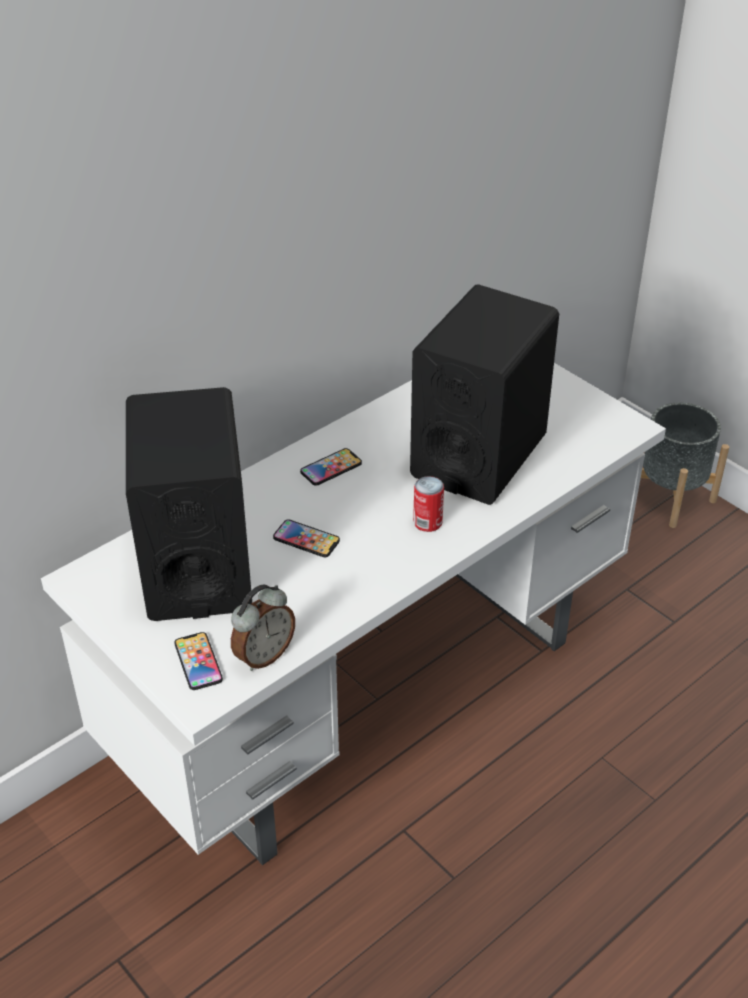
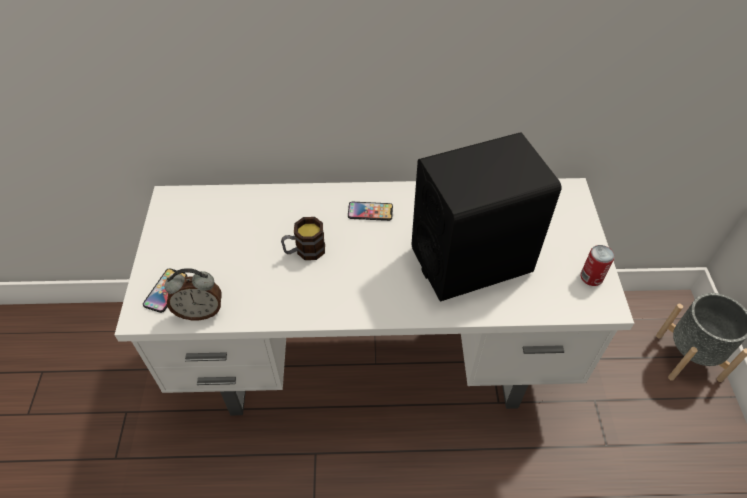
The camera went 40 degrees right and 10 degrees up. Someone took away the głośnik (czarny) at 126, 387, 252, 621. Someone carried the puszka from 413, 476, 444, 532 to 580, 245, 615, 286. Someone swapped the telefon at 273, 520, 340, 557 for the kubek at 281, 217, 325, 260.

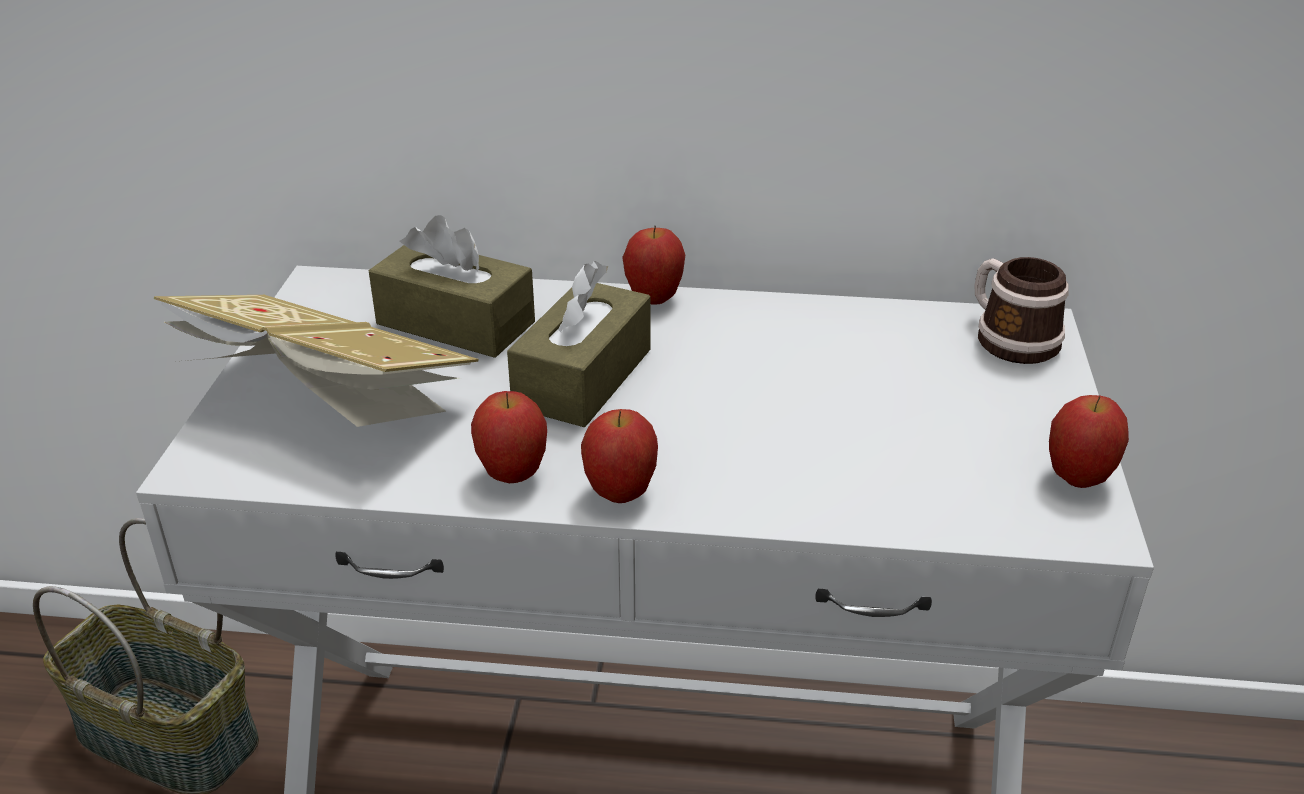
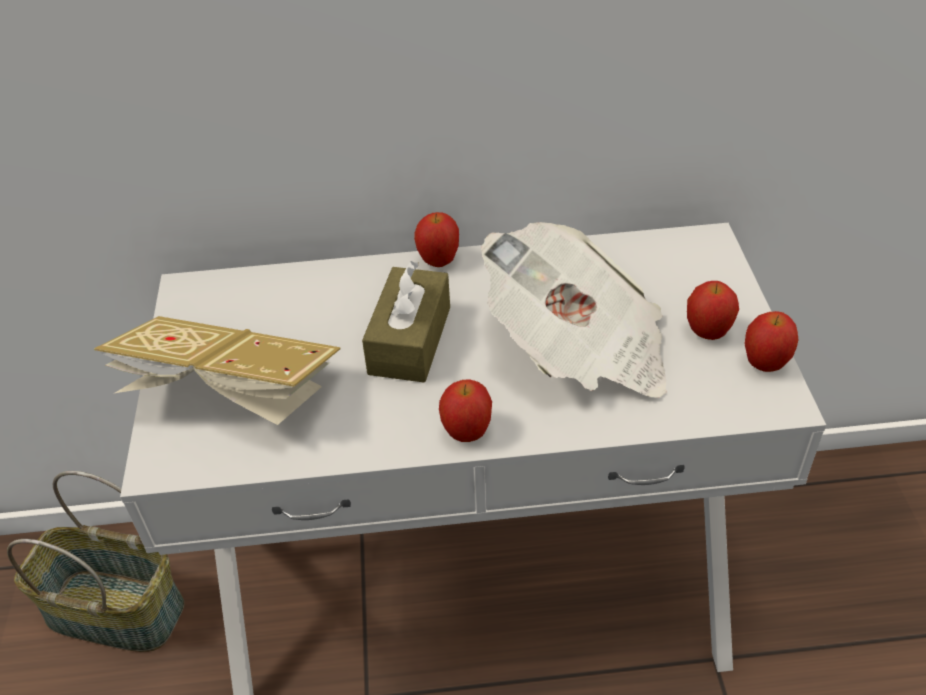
The camera went 10 degrees left and 10 degrees up. Someone took away the pudełko chusteczek (brązowy) at 369, 215, 535, 358. Someone took away the kubek at 974, 257, 1069, 364. Someone carried the jabłko from 471, 391, 547, 483 to 687, 281, 739, 340. Someone put down the gazeta at 481, 222, 667, 398.

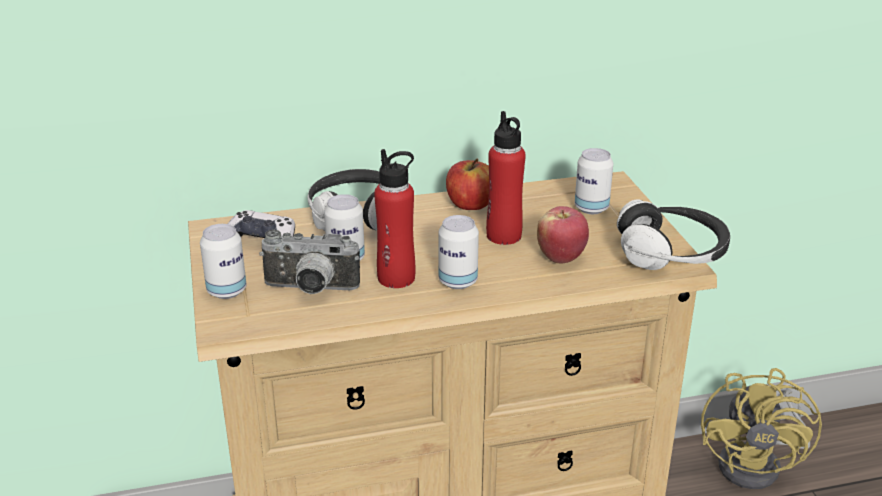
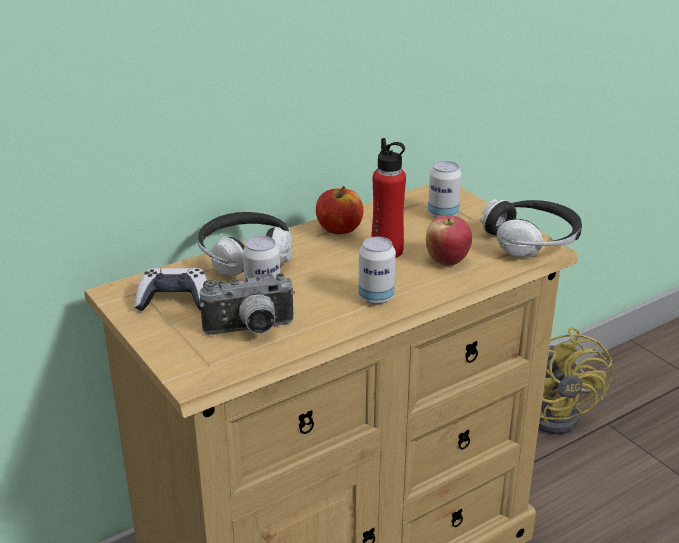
The camera went 20 degrees left and 0 degrees up. Someone took away the butelka (czerwony) at 374, 149, 416, 288. Someone took away the puszka at 200, 224, 246, 299.

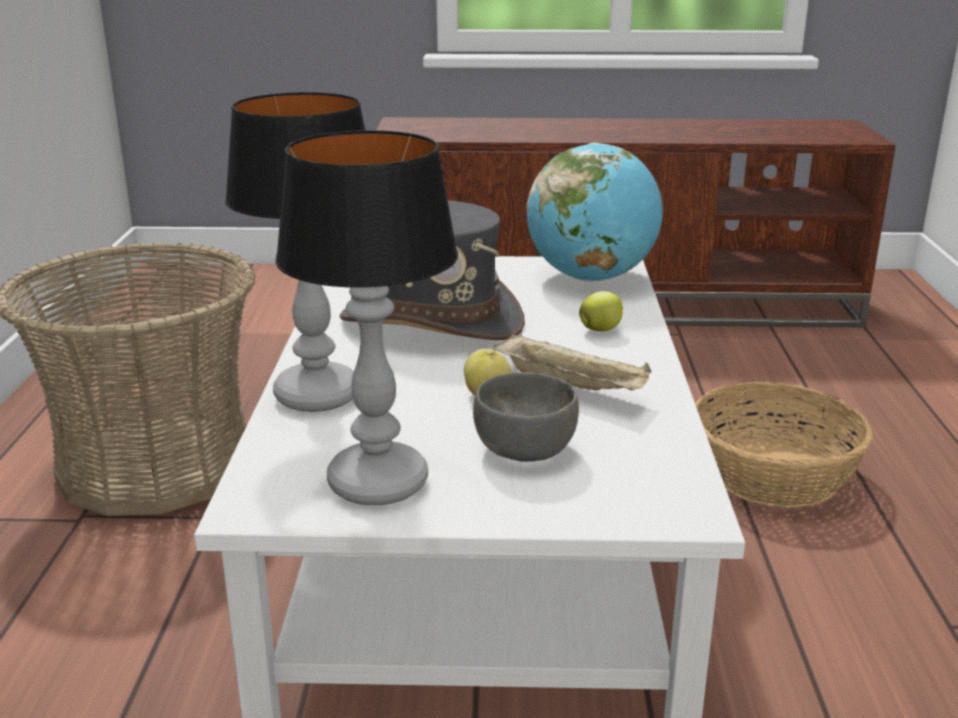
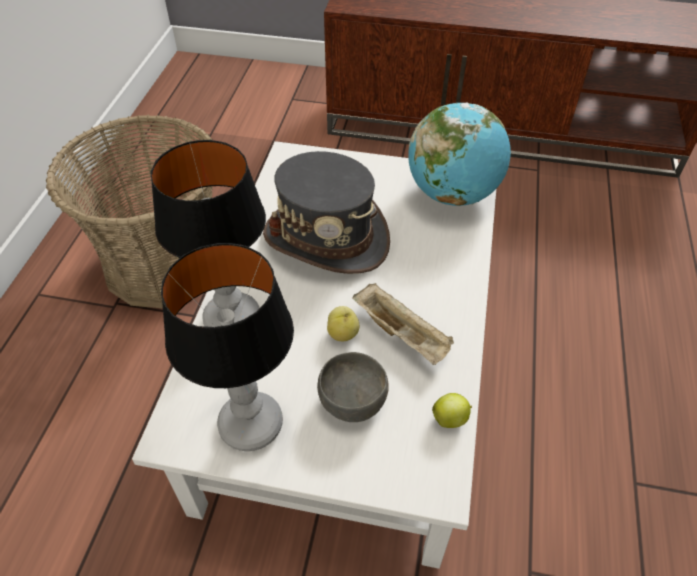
The camera went 10 degrees right and 25 degrees up. Someone carried the jabłko from 579, 291, 623, 332 to 432, 393, 472, 428. Someone took away the koszyk at 695, 381, 873, 508.

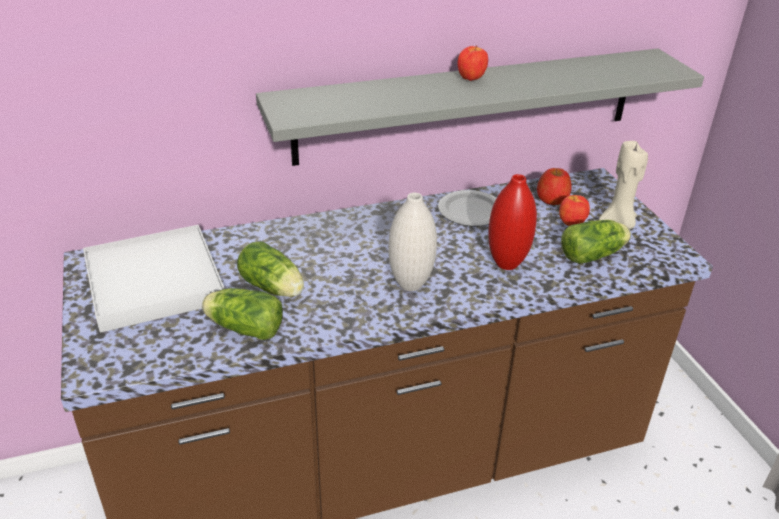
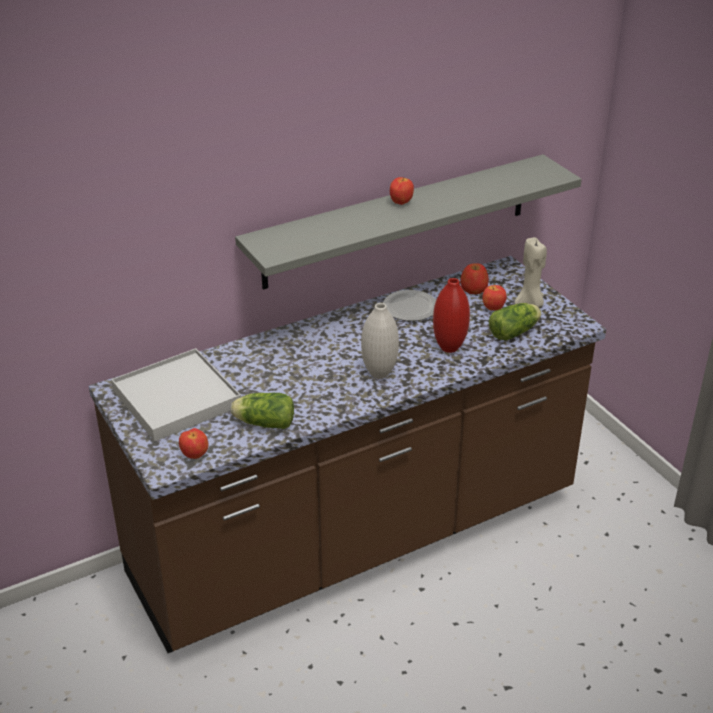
The camera went 10 degrees left and 0 degrees up. Someone took away the sałata at 237, 242, 304, 297. Someone put down the jabłko at 179, 428, 209, 459.

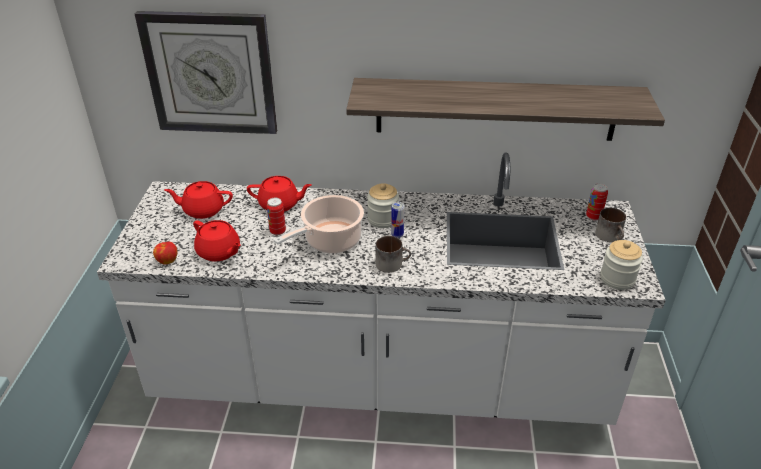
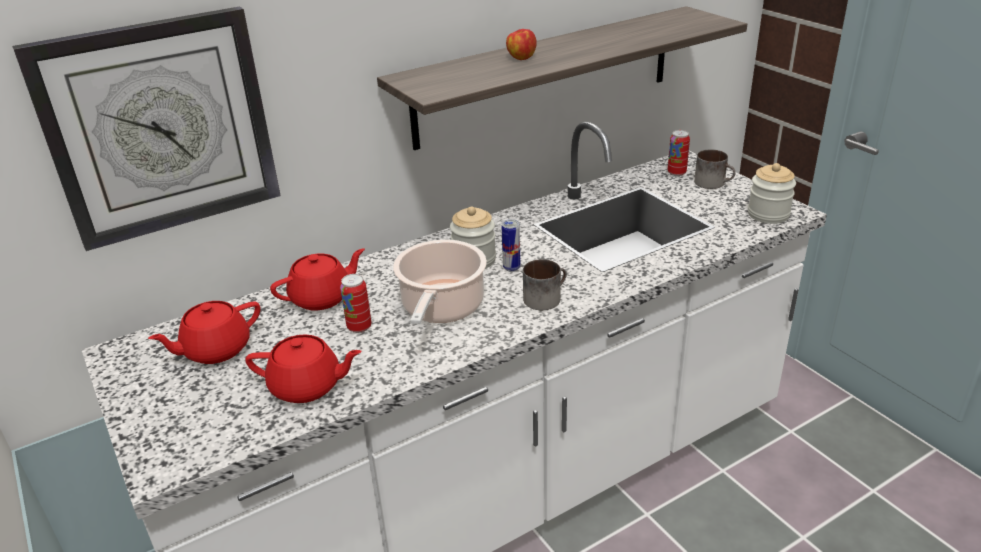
The camera went 35 degrees left and 5 degrees down. Someone carried the jabłko from 153, 242, 177, 265 to 506, 29, 537, 60.

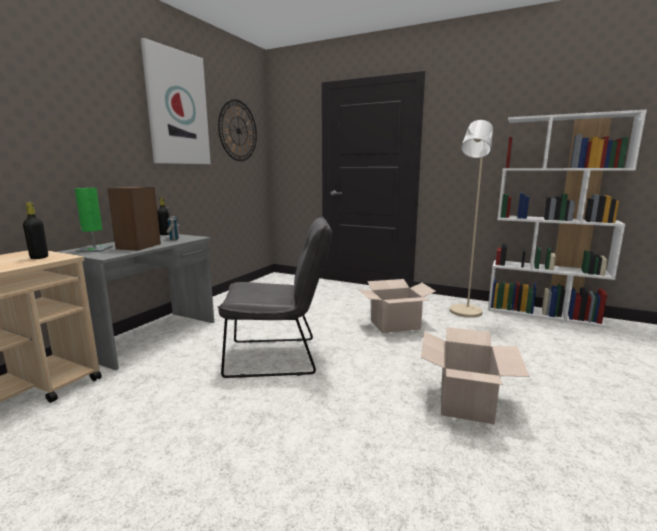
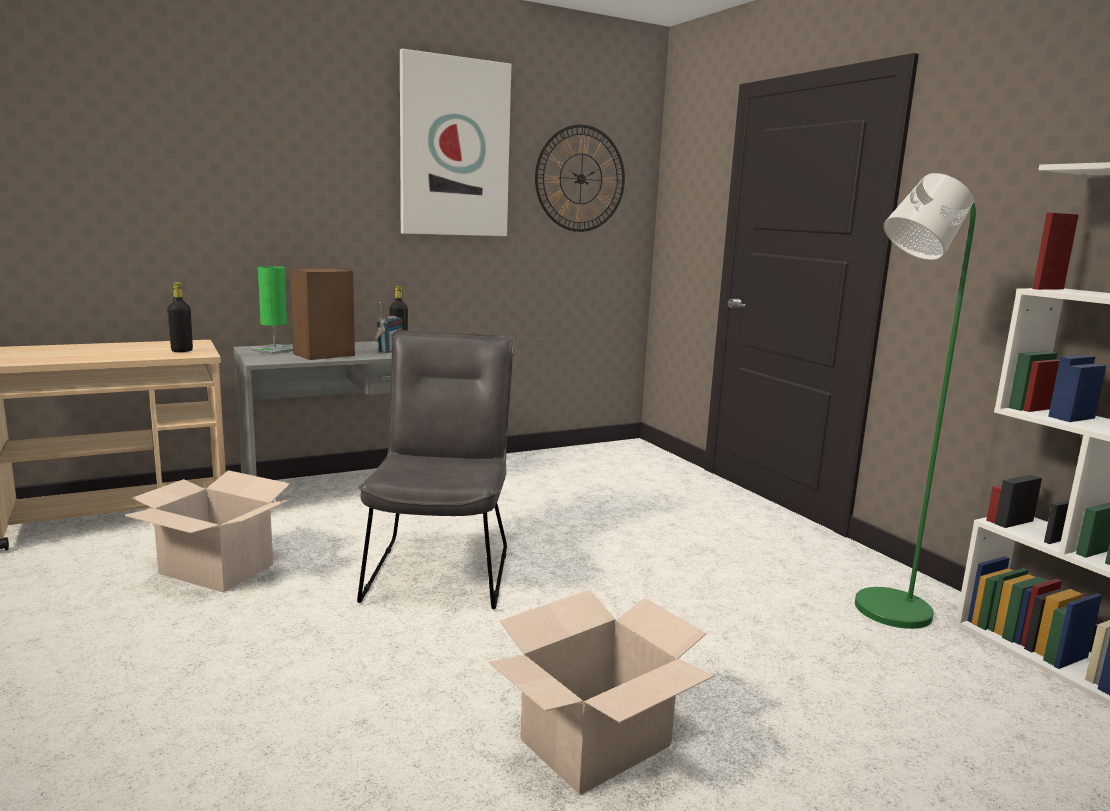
The camera went 35 degrees right and 0 degrees up. Someone repainted the lampa stojąca (beżowy) at 450, 120, 493, 318, which became the lampa stojąca (zielony) at 855, 173, 976, 629. Someone rotated the krzesło (szary) at 217, 216, 332, 378 by 120 degrees counterclockwise. Someone carried the karton from 358, 279, 436, 333 to 124, 470, 291, 592.

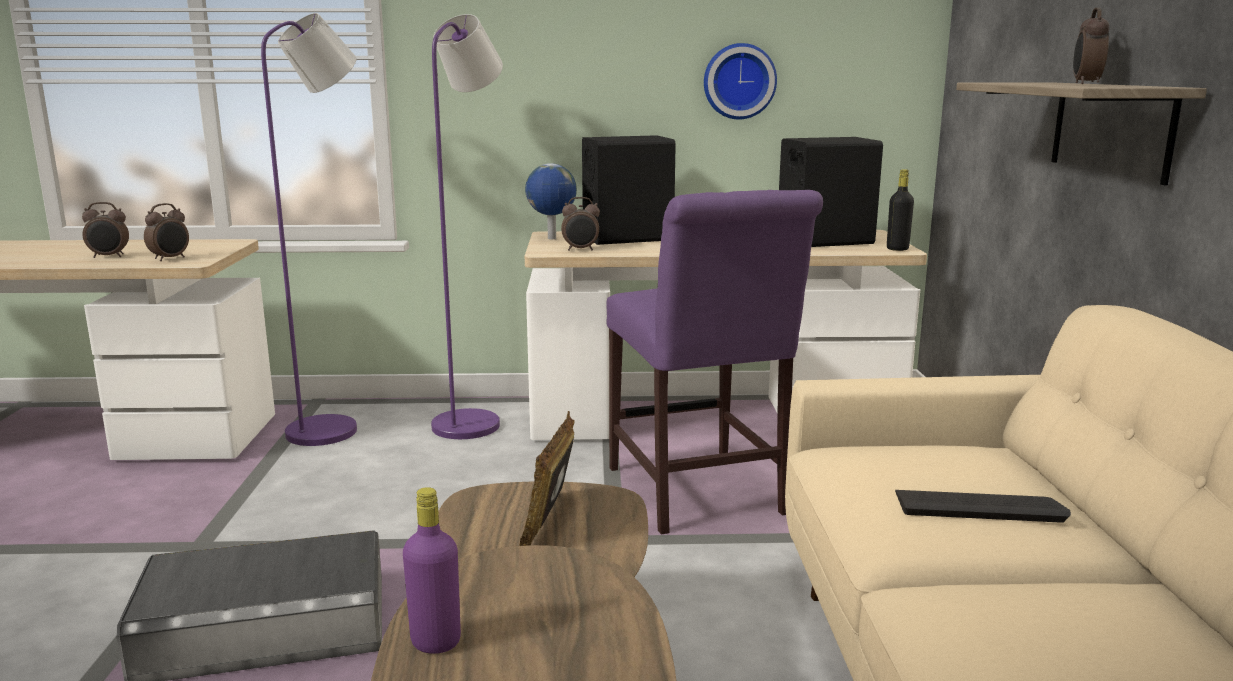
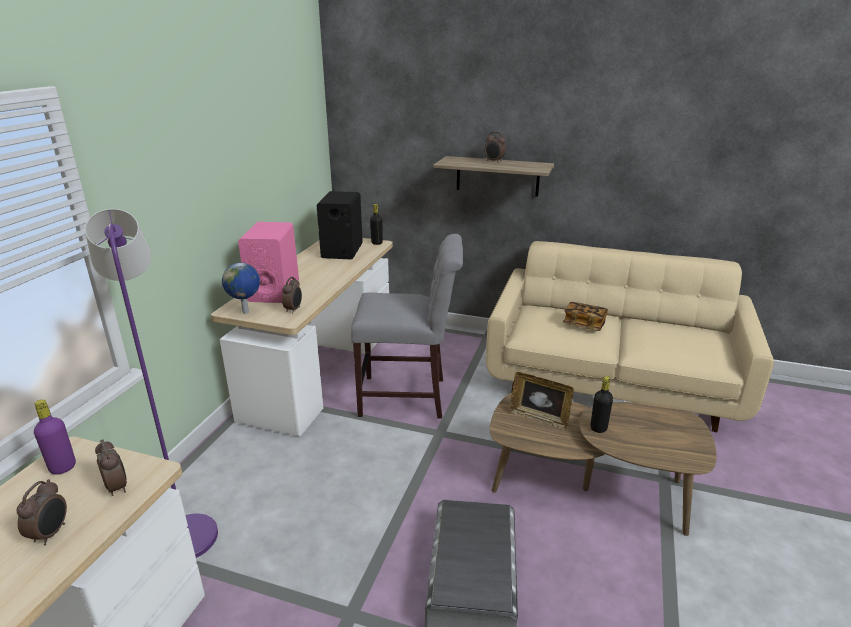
The camera went 70 degrees left and 10 degrees up. Someone took away the lampa stojąca (fioletowy) at 431, 14, 503, 439. Someone took away the zegar ścienny at 704, 43, 777, 119. Someone repainted the głośnik (czarny) at 582, 135, 676, 245, which became the głośnik (różowy) at 238, 222, 299, 303. Someone repainted the krzesło (fioletowy) at 606, 190, 823, 534, which became the krzesło (szary) at 351, 234, 463, 419. Someone carried the butelka (fioletowy) from 403, 487, 461, 654 to 34, 400, 76, 475. Someone swapped the klawiatura at 895, 490, 1071, 523 for the książka at 563, 302, 608, 331. Someone put down the butelka (czarny) at 590, 376, 613, 433.

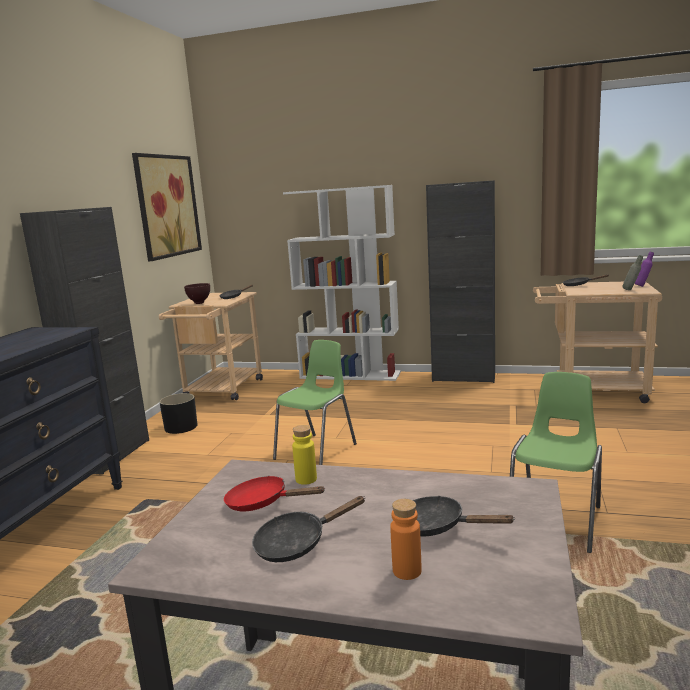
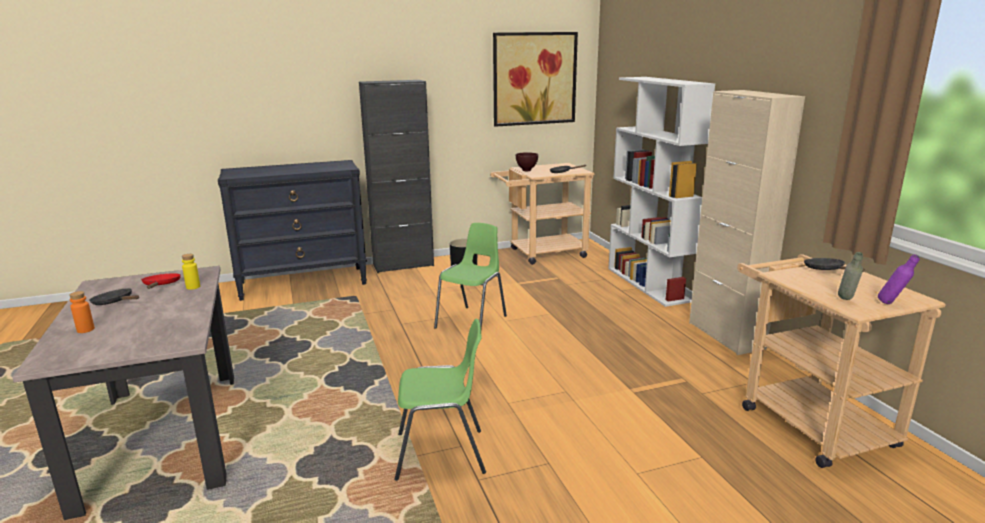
The camera went 55 degrees right and 5 degrees up. Someone repainted the szafka (czarny) at 426, 180, 495, 383, which became the szafka (beżowy) at 689, 90, 805, 355. Someone rotated the krzesło (zielony) at 273, 340, 357, 465 by 60 degrees counterclockwise. Someone took away the patelnia (czarny) at 413, 496, 515, 536.

